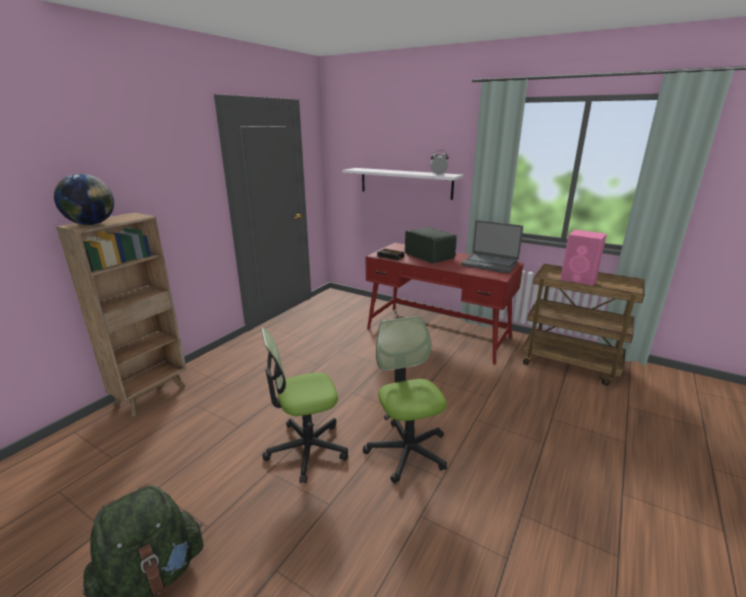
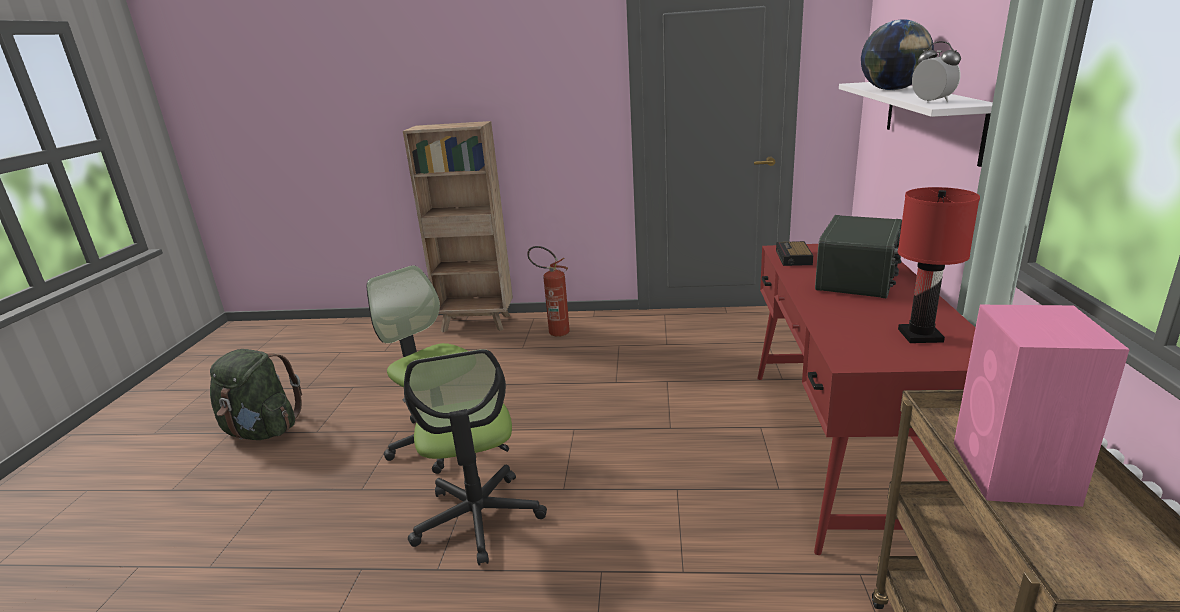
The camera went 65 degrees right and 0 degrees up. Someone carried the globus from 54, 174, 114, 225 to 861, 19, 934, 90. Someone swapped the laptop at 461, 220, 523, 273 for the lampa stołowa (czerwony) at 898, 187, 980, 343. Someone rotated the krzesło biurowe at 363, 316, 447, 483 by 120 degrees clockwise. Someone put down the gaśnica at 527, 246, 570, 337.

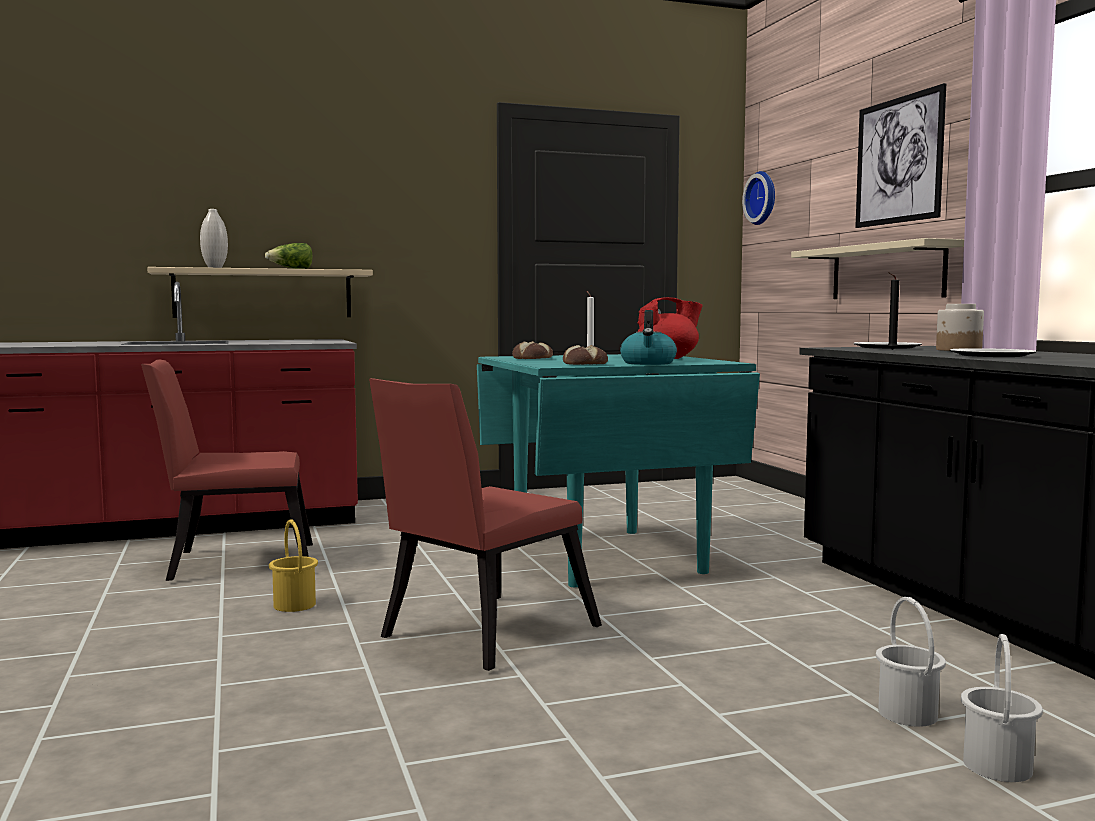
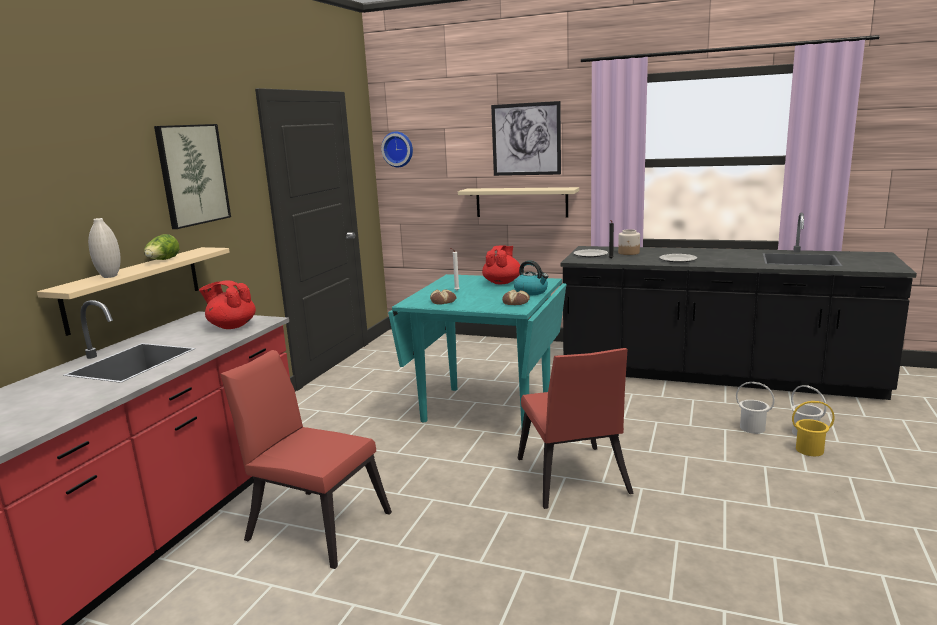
The camera went 50 degrees left and 10 degrees up. Someone rotated the krzesło (czerwony) at 141, 359, 313, 581 by 90 degrees clockwise. Someone carried the wiadro (żółty) from 269, 519, 318, 612 to 792, 401, 835, 456. Someone put up the obraz at 154, 124, 231, 229. Someone put down the imbryk (czerwony) at 199, 280, 256, 329.

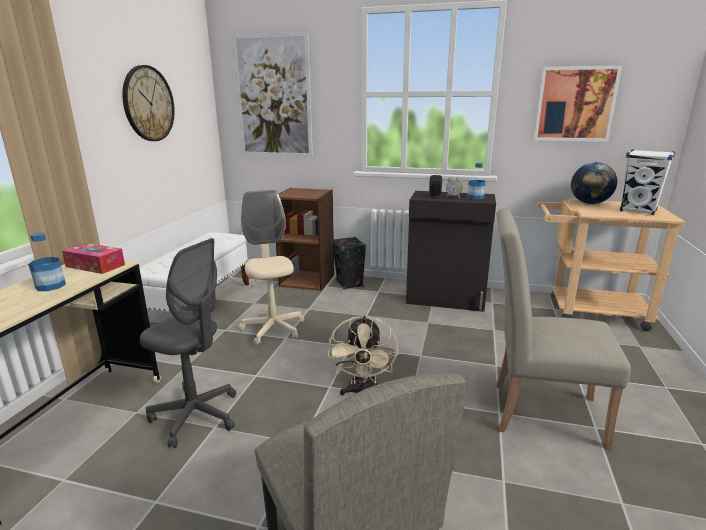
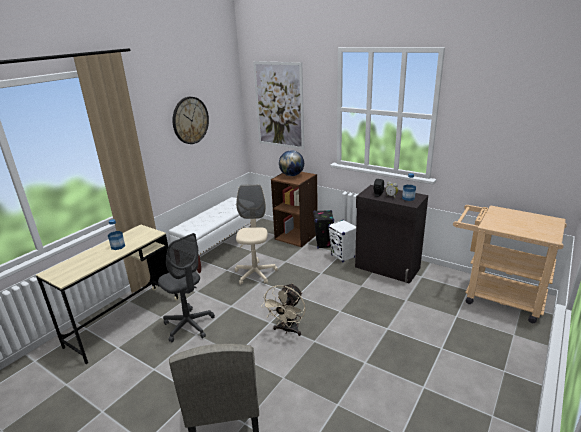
The camera went 20 degrees right and 5 degrees up. Someone took away the obraz at 534, 65, 622, 142. Someone carried the głośnik (biały) from 620, 150, 675, 215 to 328, 220, 356, 262. Someone carried the globus from 571, 162, 617, 204 to 279, 150, 304, 176. Someone took away the krzesło (beżowy) at 496, 209, 631, 450. Someone took away the pudełko chusteczek at 62, 243, 125, 274.

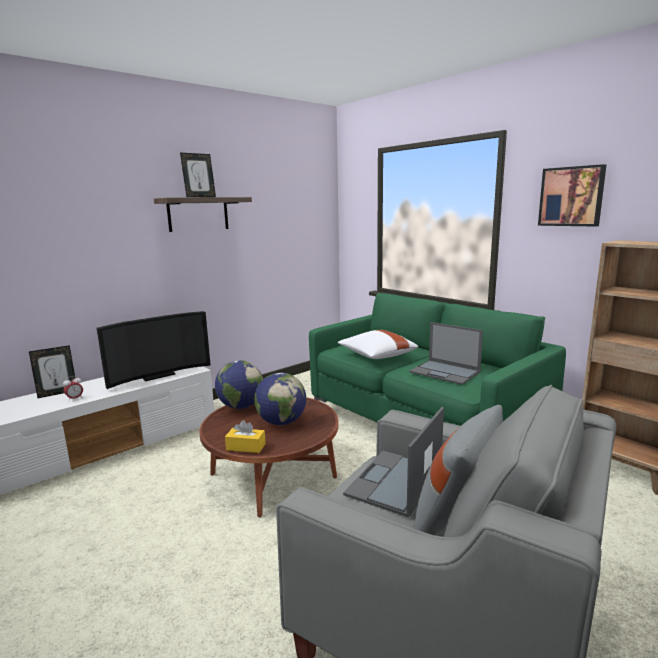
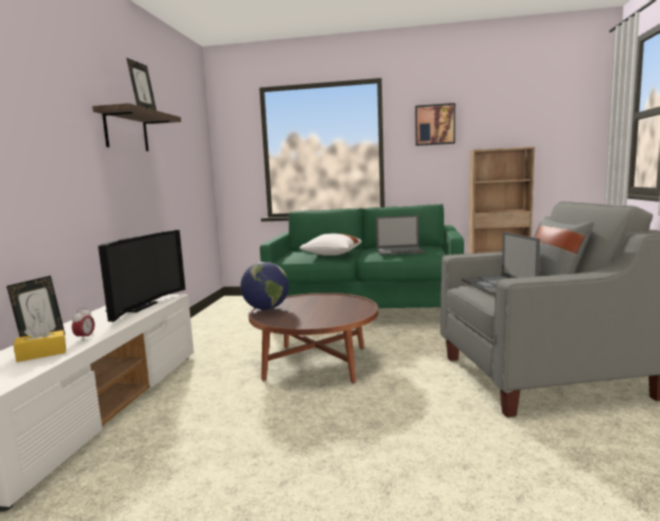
The camera went 40 degrees left and 5 degrees down. Someone took away the globus at 254, 373, 306, 425. Someone carried the pudełko chusteczek (żółty) from 225, 420, 266, 453 to 13, 320, 66, 362.

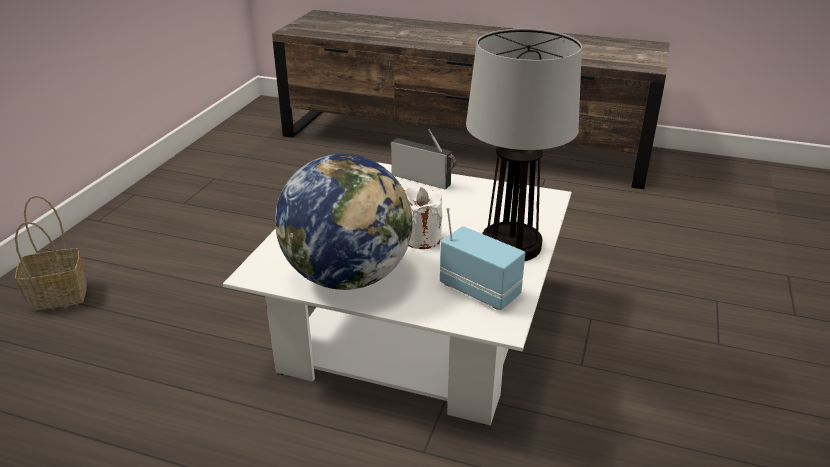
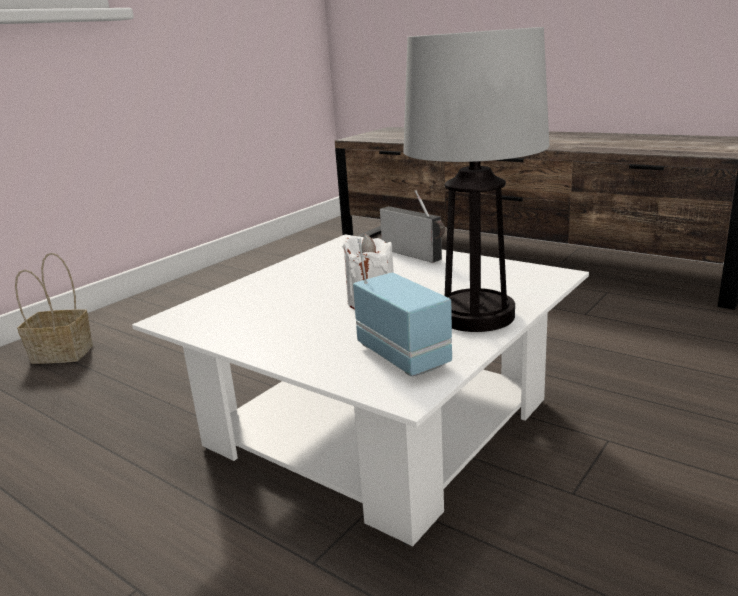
The camera went 20 degrees right and 10 degrees down. Someone took away the globus at 275, 154, 412, 290.

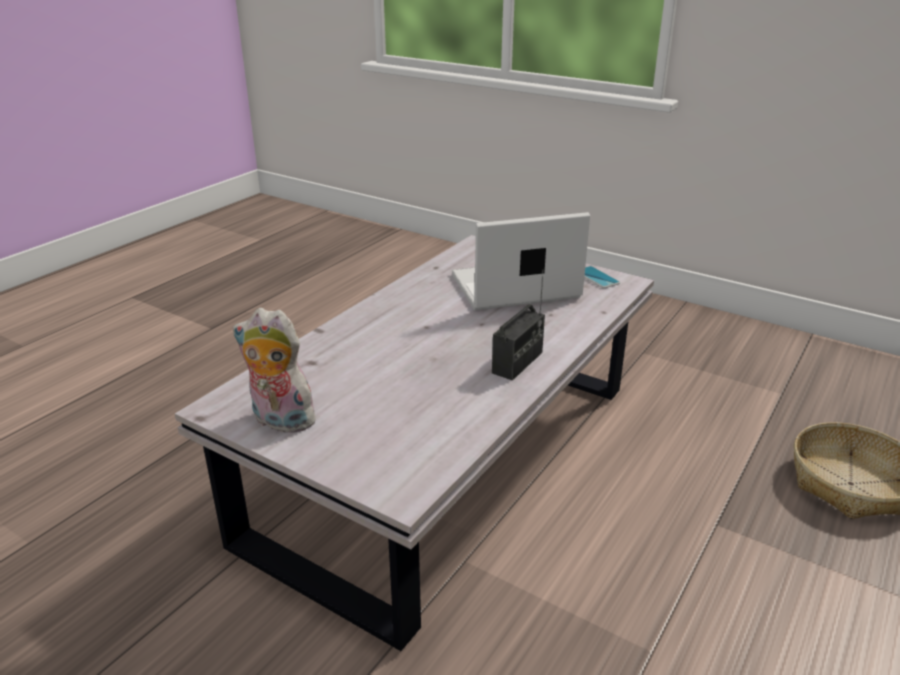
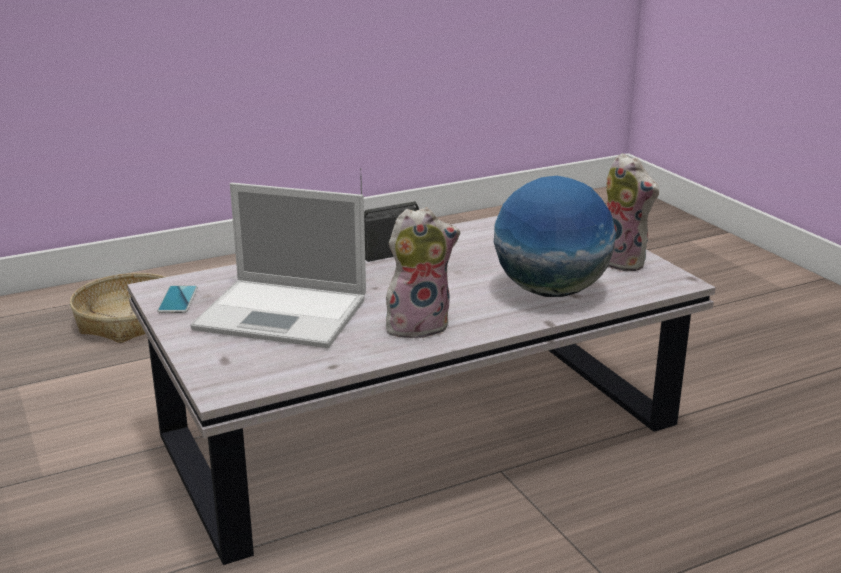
The camera went 150 degrees left and 5 degrees down. Someone put down the globus at 494, 176, 616, 297. Someone put down the pluszak at 386, 207, 460, 339.

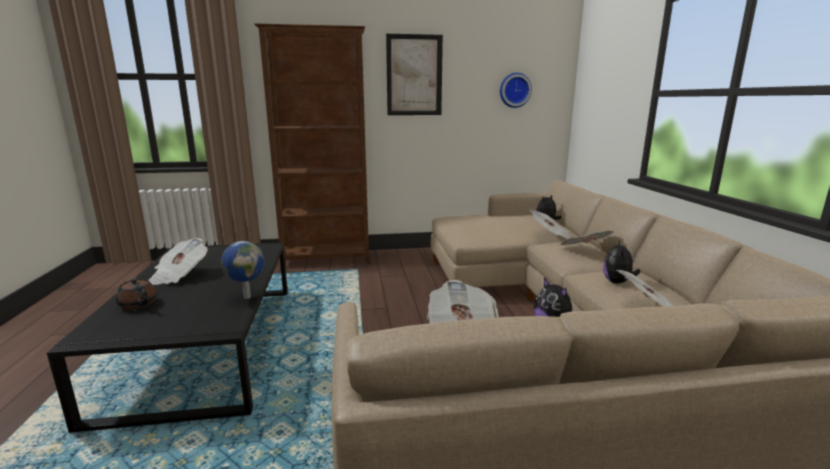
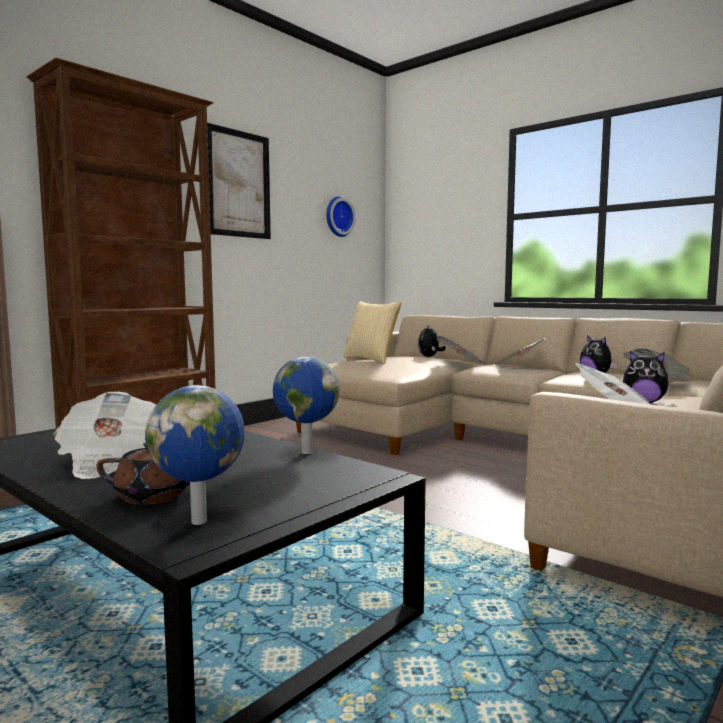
The camera went 40 degrees left and 10 degrees down. Someone put down the poduszka at 343, 301, 401, 364. Someone put down the globus at 145, 385, 244, 525.

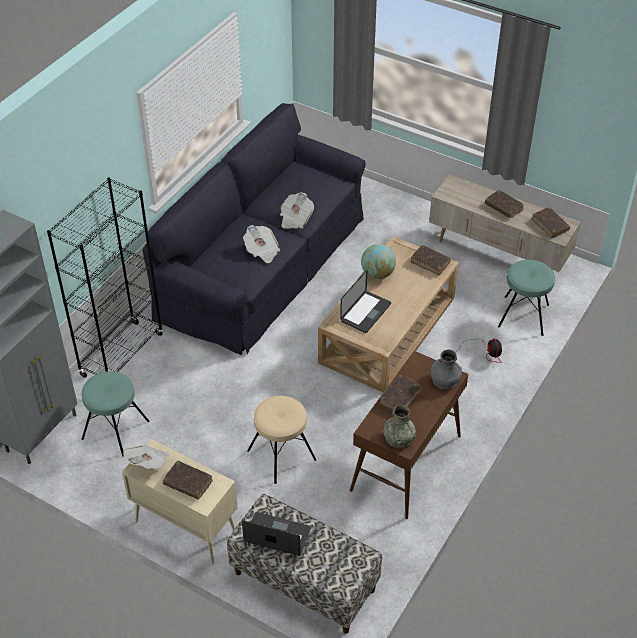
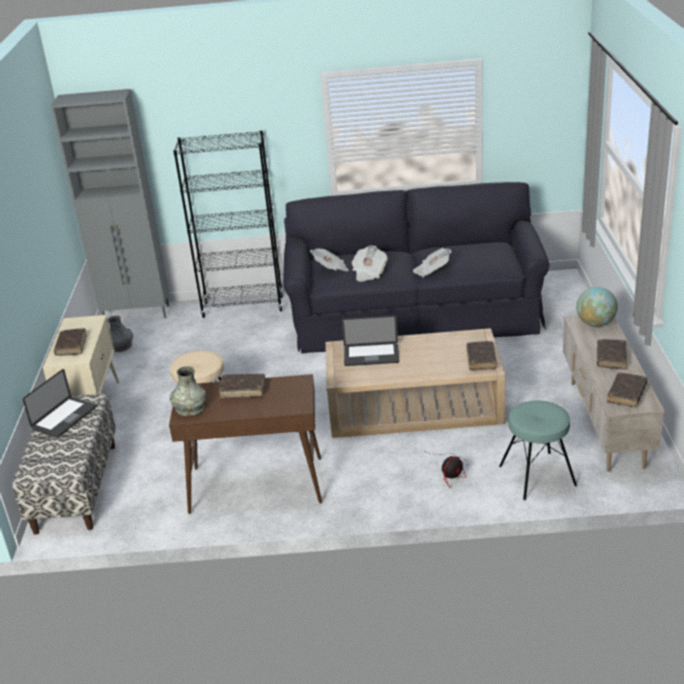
The camera went 60 degrees right and 15 degrees down. Someone carried the globus from 361, 244, 396, 279 to 576, 287, 618, 327. Someone carried the wazon (szary) from 430, 349, 462, 390 to 108, 315, 133, 352. Someone took away the stołek (turkusowy) at 82, 371, 150, 457. Someone carried the gazeta from 123, 445, 169, 469 to 310, 249, 349, 271. Someone rotated the laptop at 242, 512, 311, 556 by 45 degrees clockwise.

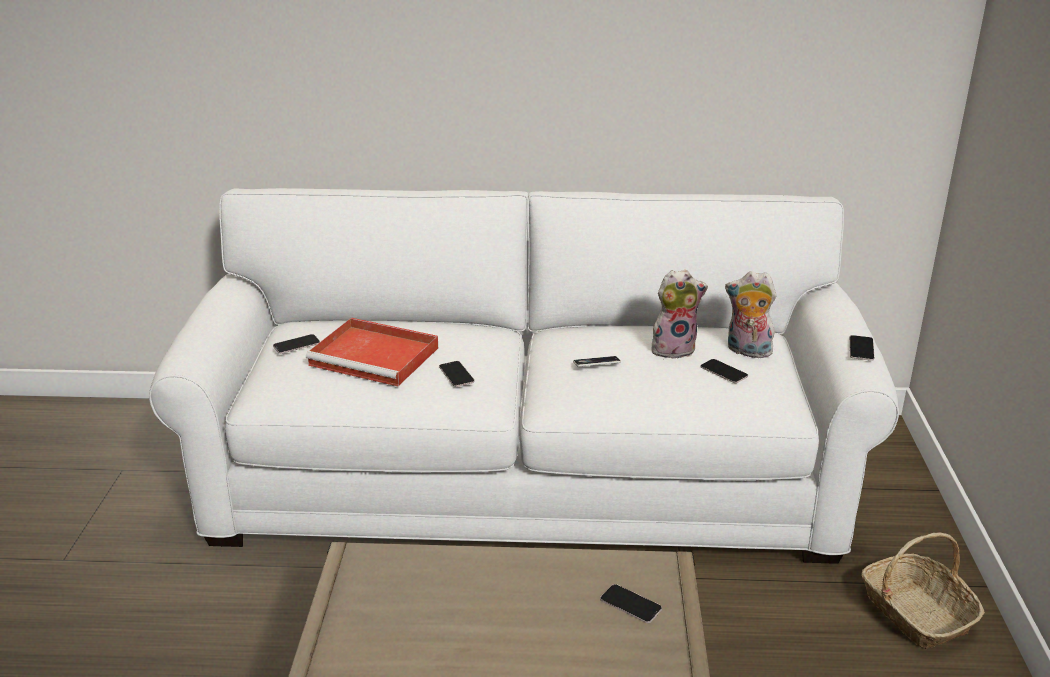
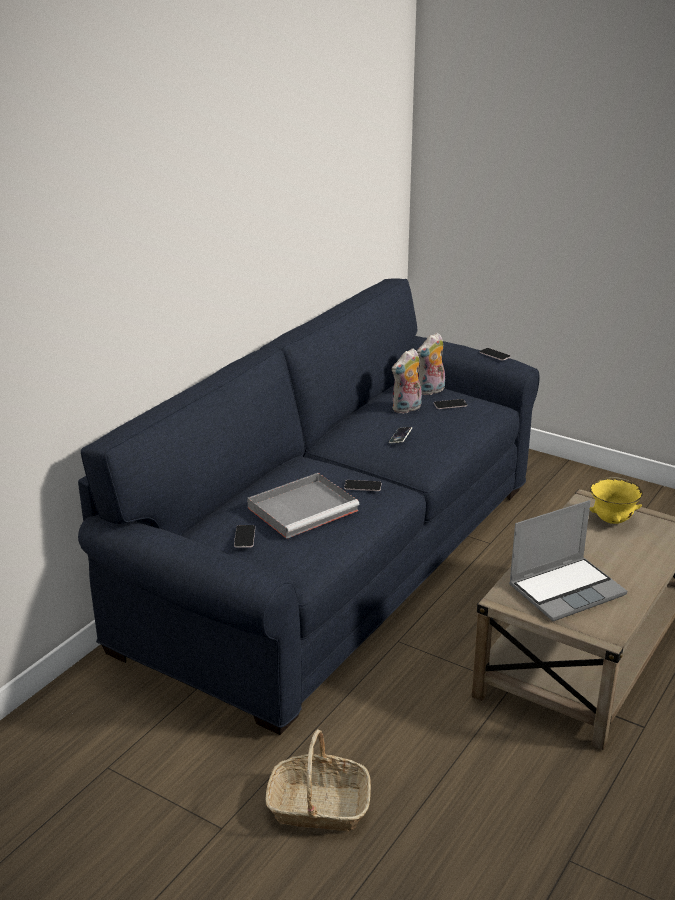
The camera went 60 degrees left and 0 degrees up. Someone repainted the kanapa (biały) at 149, 188, 899, 564, which became the kanapa (niebieski) at 78, 278, 540, 735. Someone rotated the pluszak at 651, 270, 708, 359 by 150 degrees counterclockwise. Someone repainted the taca (czerwony) at 306, 318, 438, 386, which became the taca (szary) at 247, 473, 359, 539. Someone carried the koszyk from 861, 533, 985, 649 to 266, 730, 371, 831. Someone swapped the telefon at 600, 584, 662, 623 for the miska (żółty) at 590, 477, 643, 524. Someone put down the laptop at 509, 500, 627, 621.

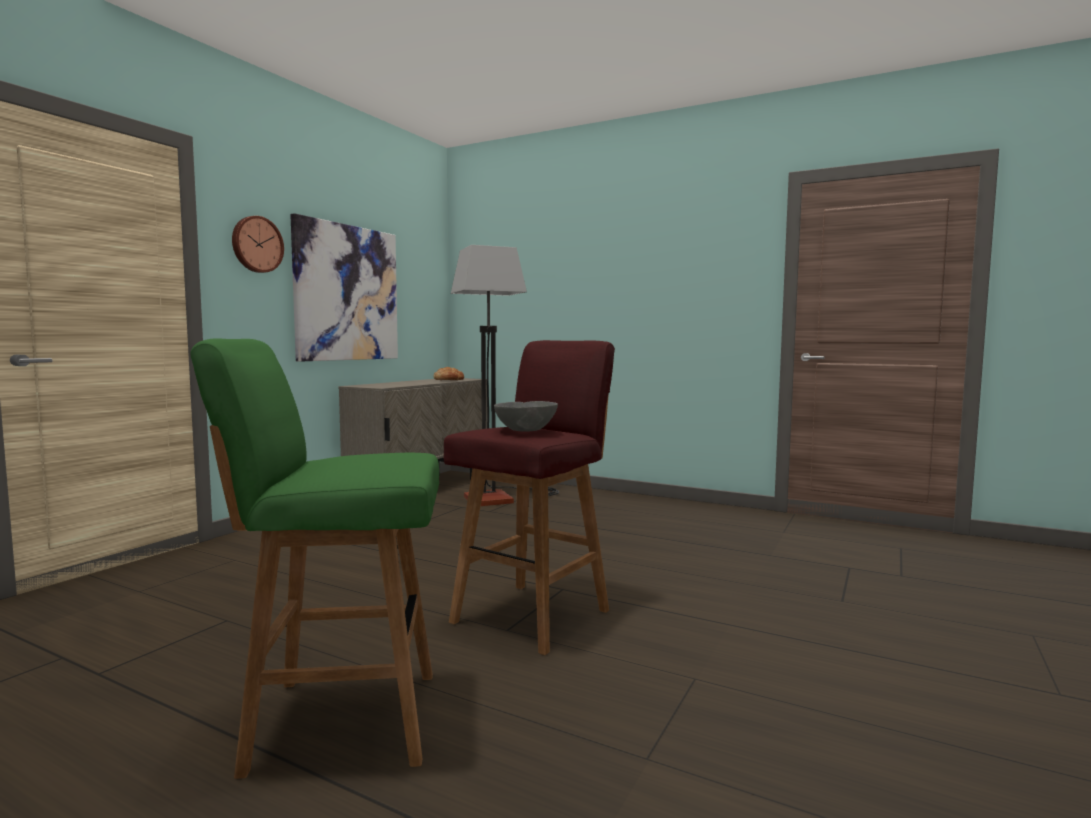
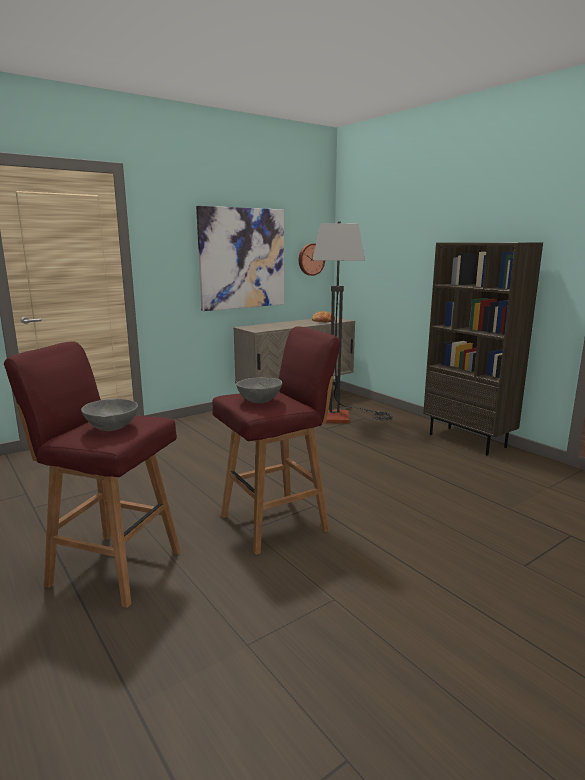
The camera went 25 degrees right and 10 degrees up. Someone carried the zegar ścienny from 232, 216, 284, 273 to 299, 244, 325, 276. Someone repainted the stołek (zielony) at 190, 338, 439, 779, which became the stołek (czerwony) at 4, 341, 181, 608. Someone put down the regał (brązowy) at 423, 242, 543, 455. Someone put down the miska (szary) at 81, 399, 138, 431.

